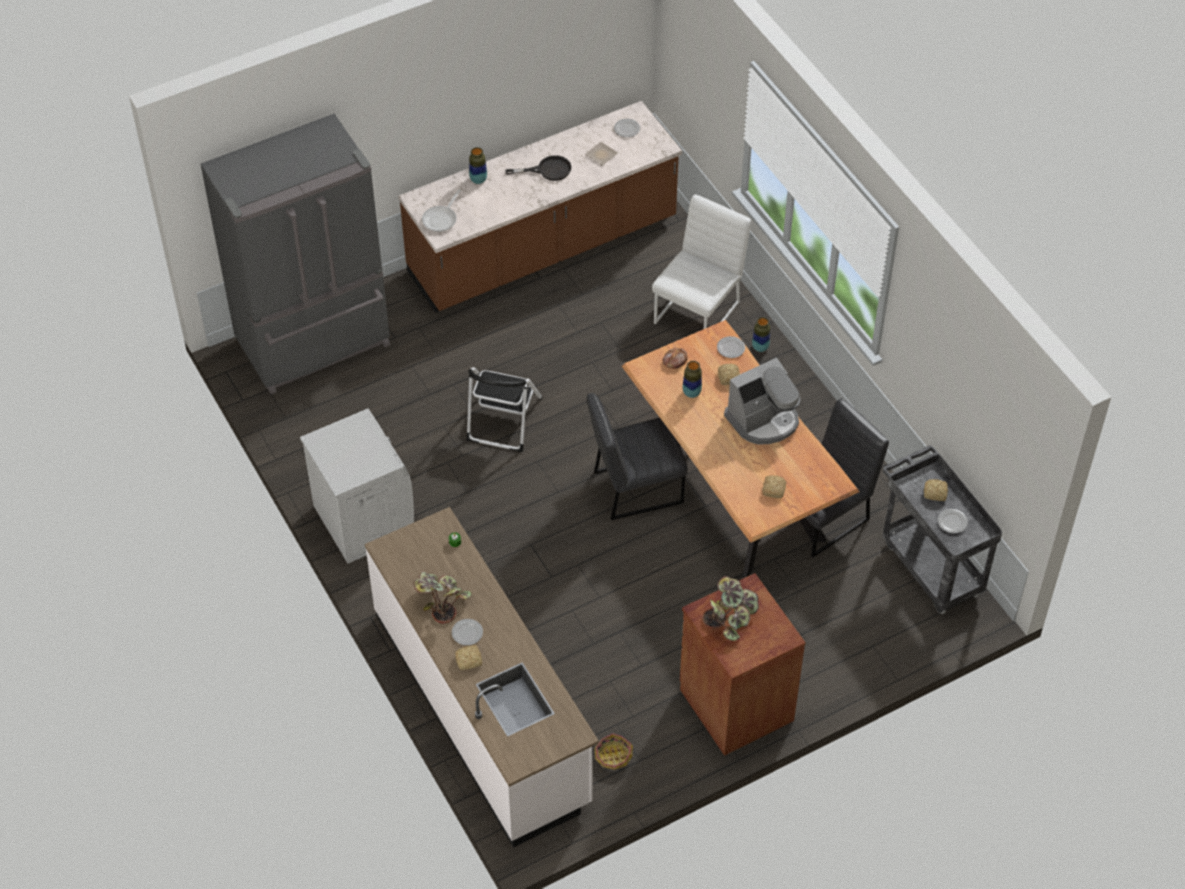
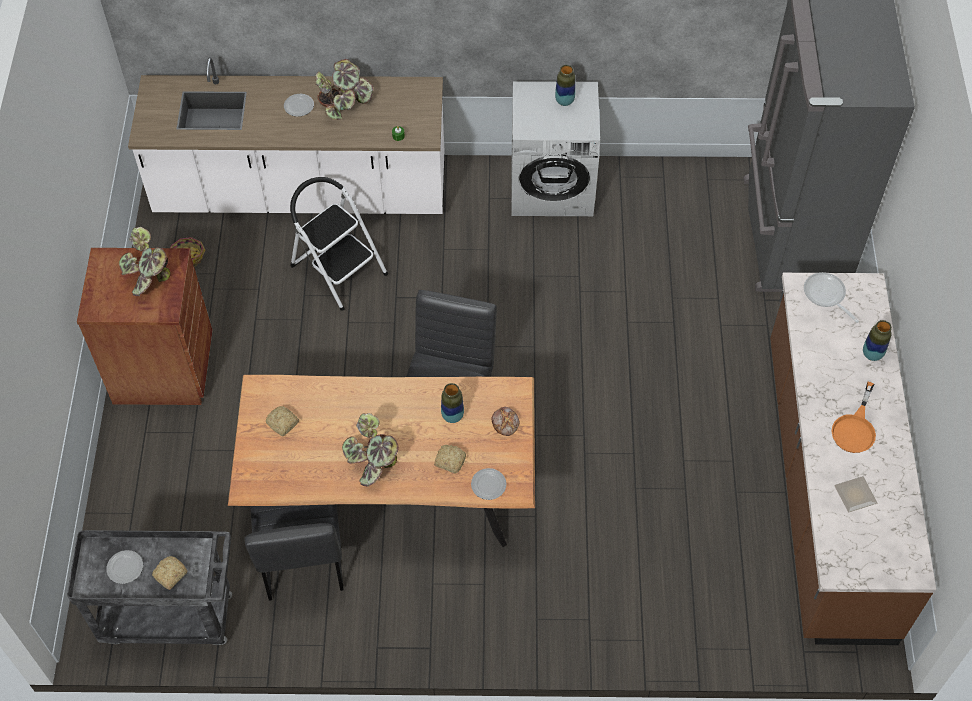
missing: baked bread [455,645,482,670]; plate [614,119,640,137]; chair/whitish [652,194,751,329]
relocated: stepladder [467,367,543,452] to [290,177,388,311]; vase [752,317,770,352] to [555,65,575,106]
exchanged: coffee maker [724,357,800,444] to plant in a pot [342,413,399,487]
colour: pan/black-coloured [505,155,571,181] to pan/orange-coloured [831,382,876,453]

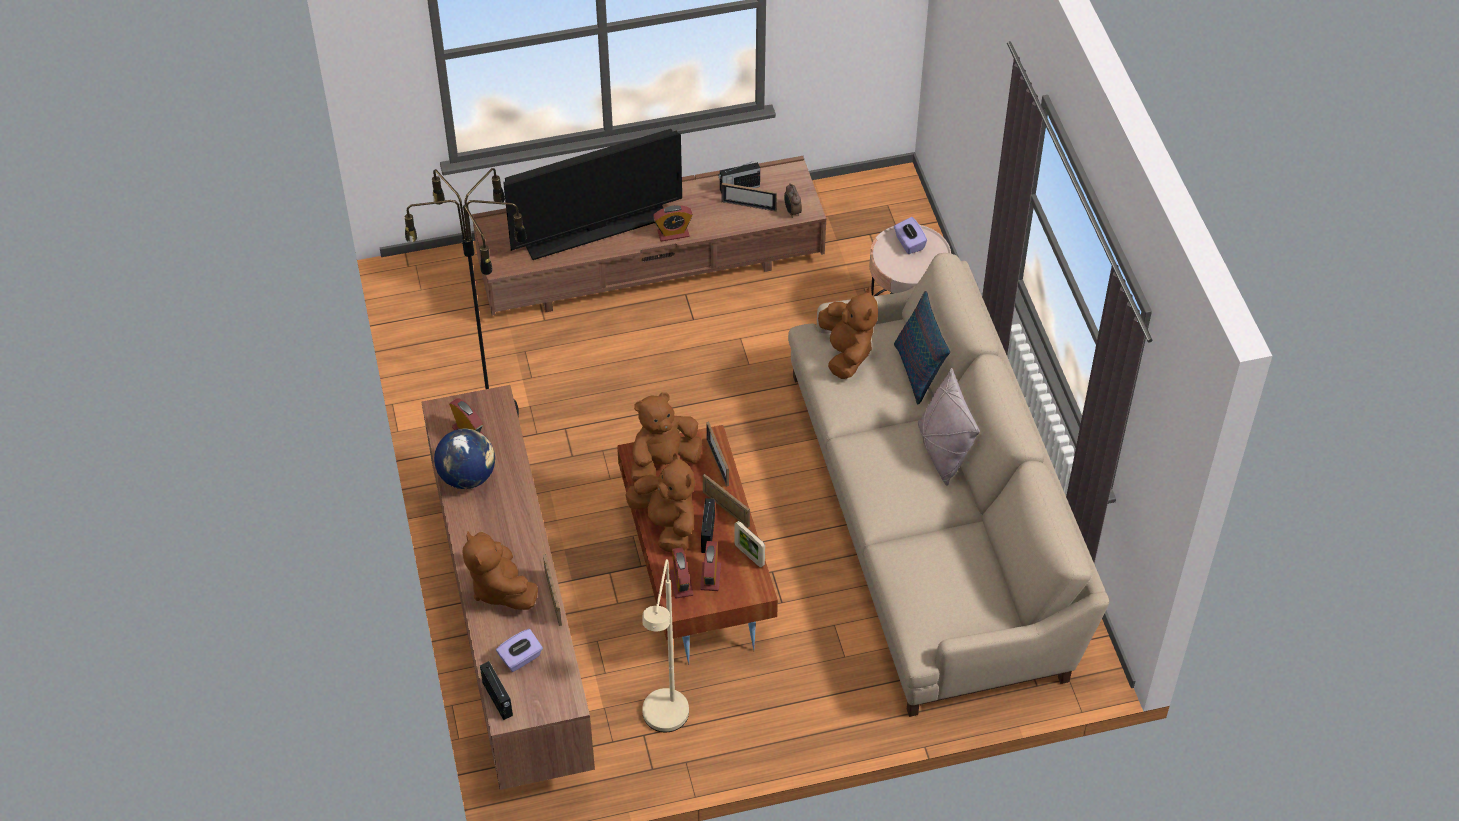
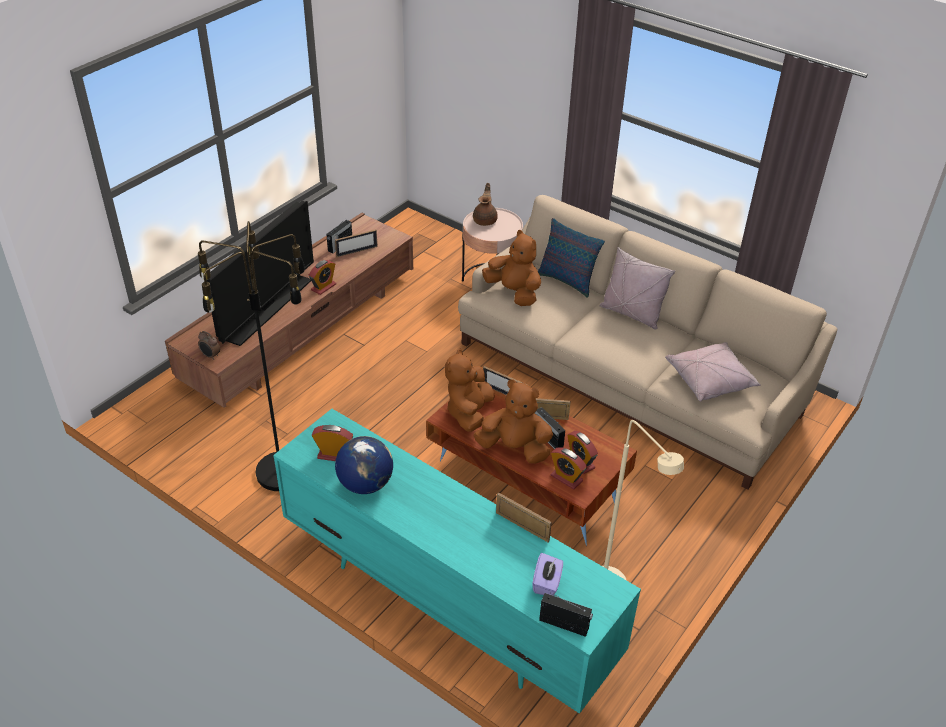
missing: cuddly toy/brown [462,531,538,610]; photo frame [734,521,765,568]
appeared: cushion/purplish [665,342,761,402]
relocated: table clock [784,183,802,218] to [198,331,220,360]
exchanged: box of tissues/purplish [894,217,927,254] to tea pot/brown [473,183,498,226]
colour: storage cabinet/brown [421,385,595,790] to storage cabinet/turquoise [273,409,641,714]

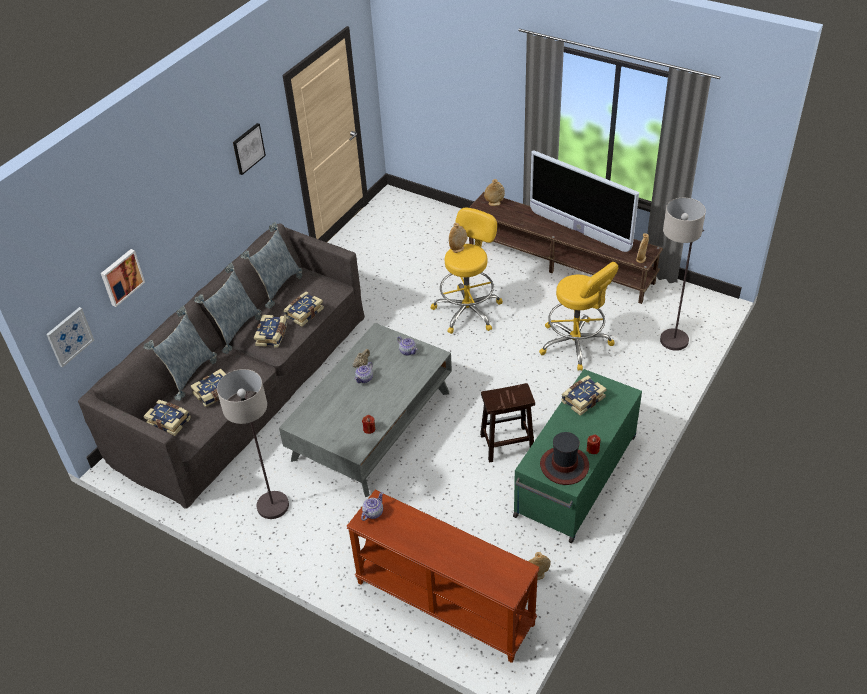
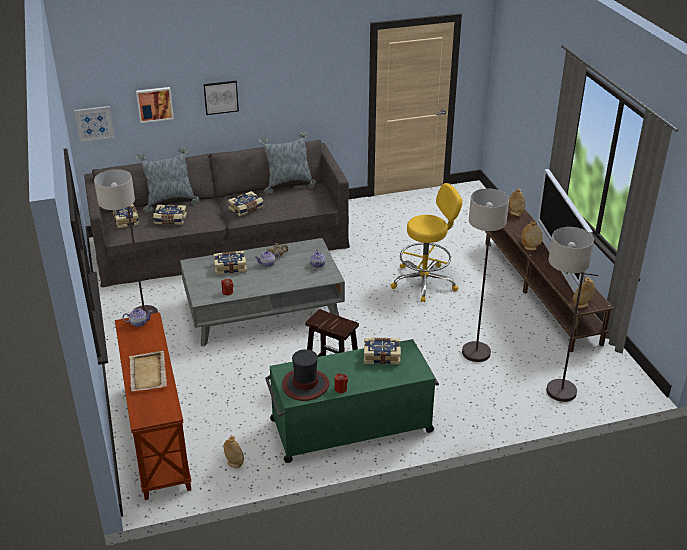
missing: cushion [194,263,262,354]
appeared: serving tray/beige-coloured [129,351,167,392]
relocated: wall picture [233,123,266,175] to [203,81,239,115]; bound book [283,292,324,326] to [214,251,247,275]; vase/beige-coloured [449,223,467,253] to [521,221,543,250]
exchanged: sitting stool/yellow [539,262,619,371] to standing lamp/gray [462,188,509,362]

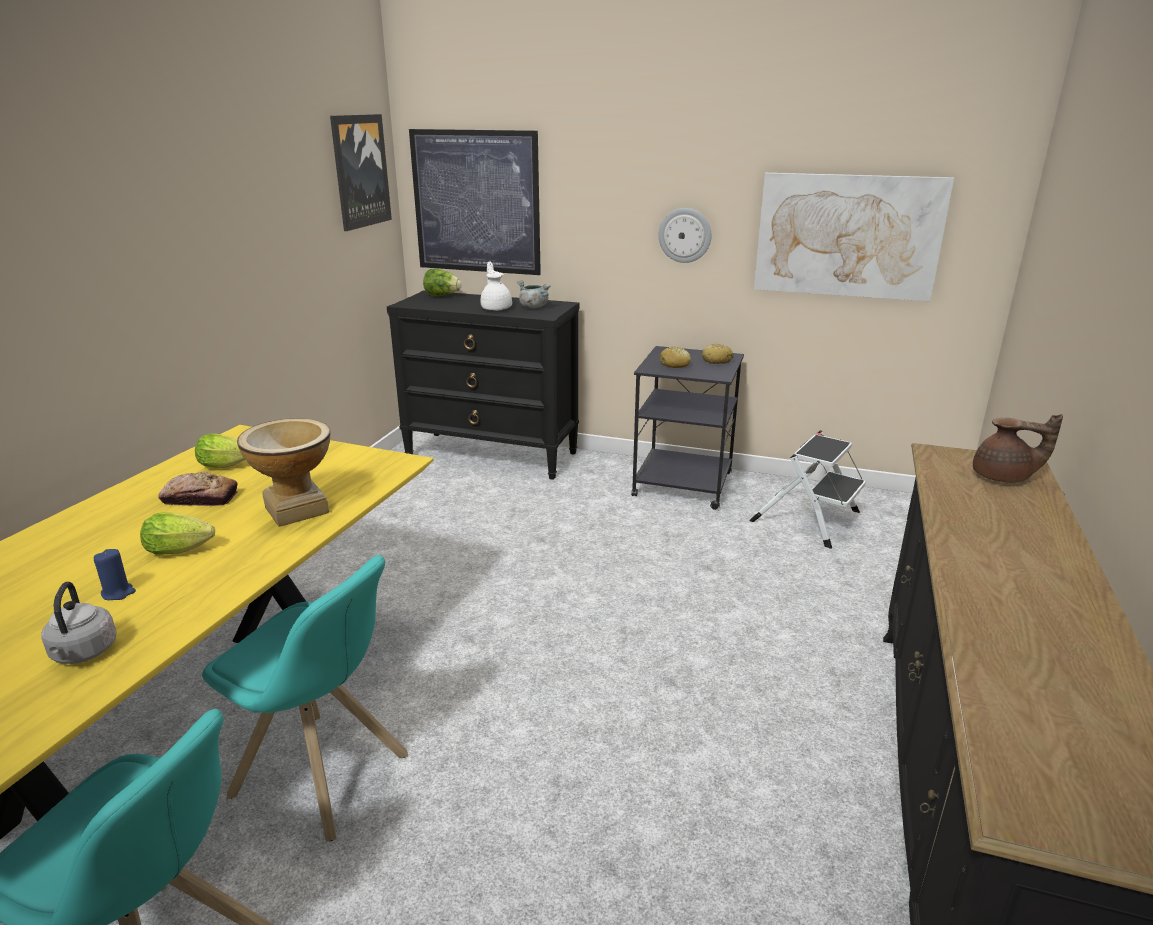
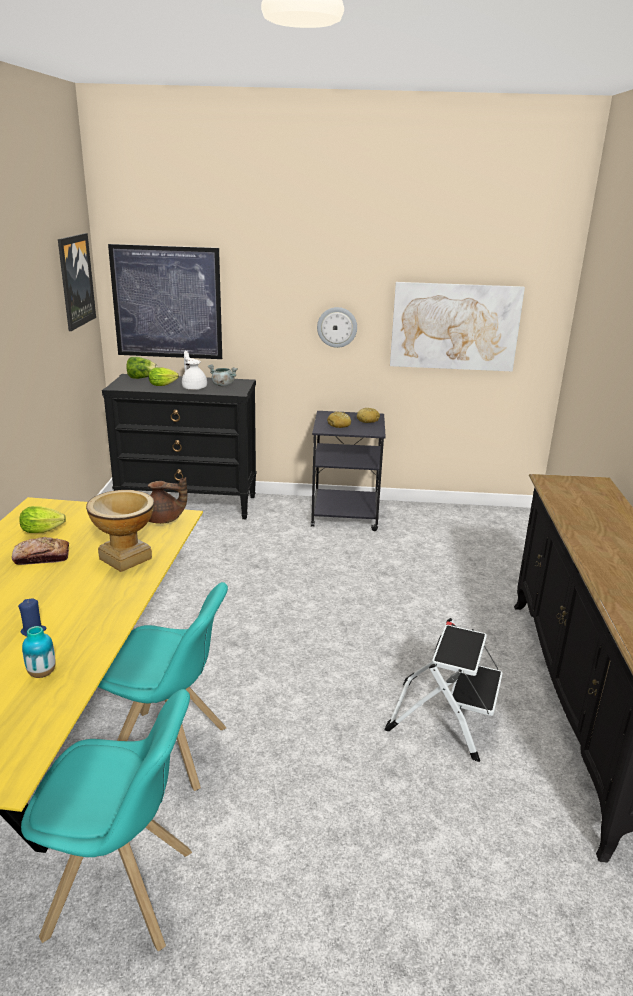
relocated: lettuce head [140,512,215,554] to [148,367,179,386]; tea pot/brown [973,414,1063,483] to [148,477,187,524]; stepladder [749,430,866,549] to [385,618,502,762]
exchanged: water kettle/gray [41,582,116,664] to vase [22,626,56,678]

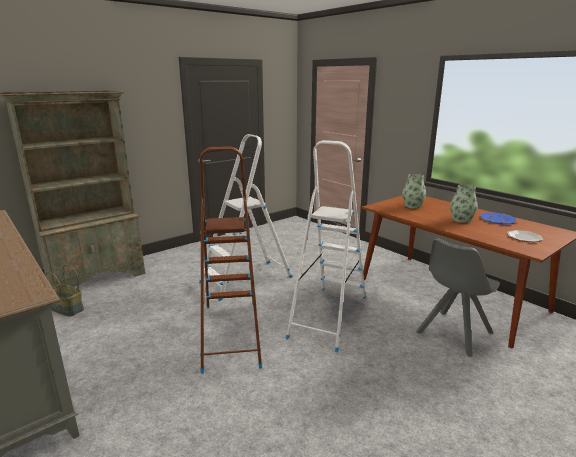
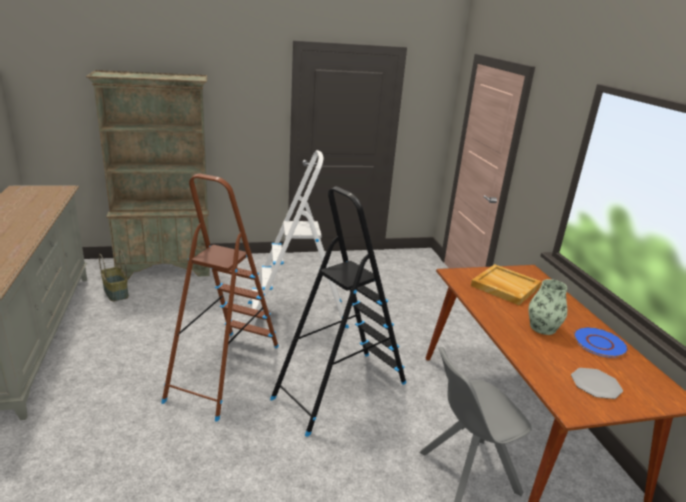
exchanged: vase [402,174,426,209] to serving tray/beige-coloured [471,264,541,305]
colour: stepladder/whitish [286,140,366,352] to stepladder/black-coloured [270,187,406,437]

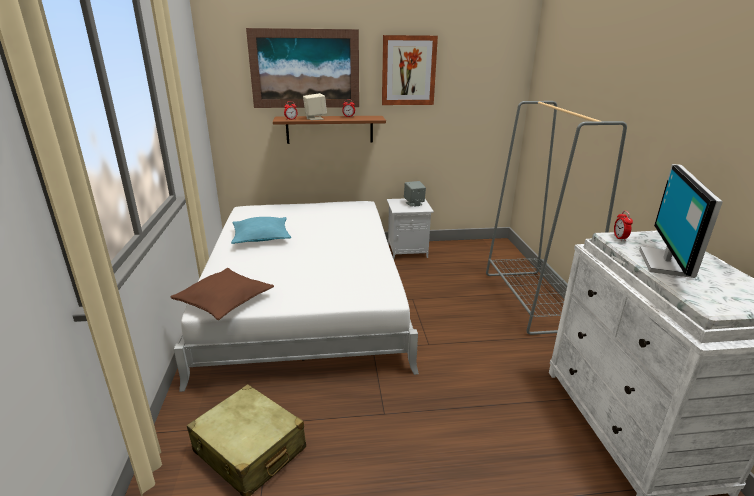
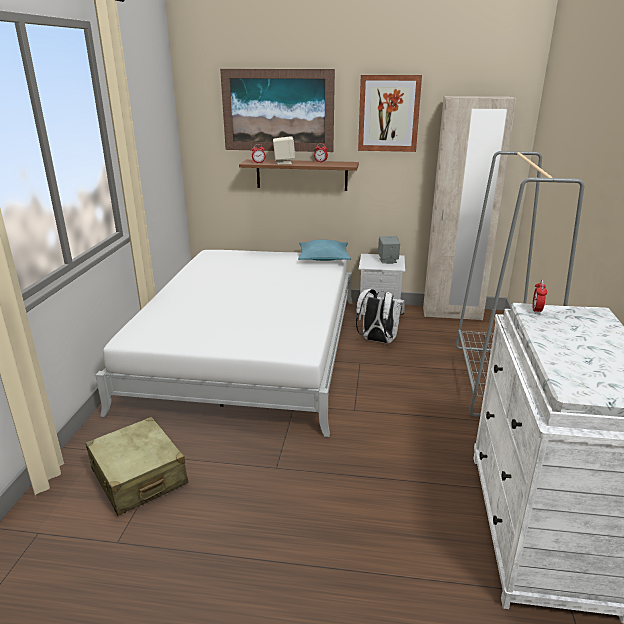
missing: cushion/brown [170,268,274,320]; monitor [639,164,723,278]
appeared: rucksack/whitish [356,289,405,343]; clothes cupboard/beige-coloured [423,96,516,320]
relocated: cushion/turquoise [231,217,291,244] to [298,239,351,261]

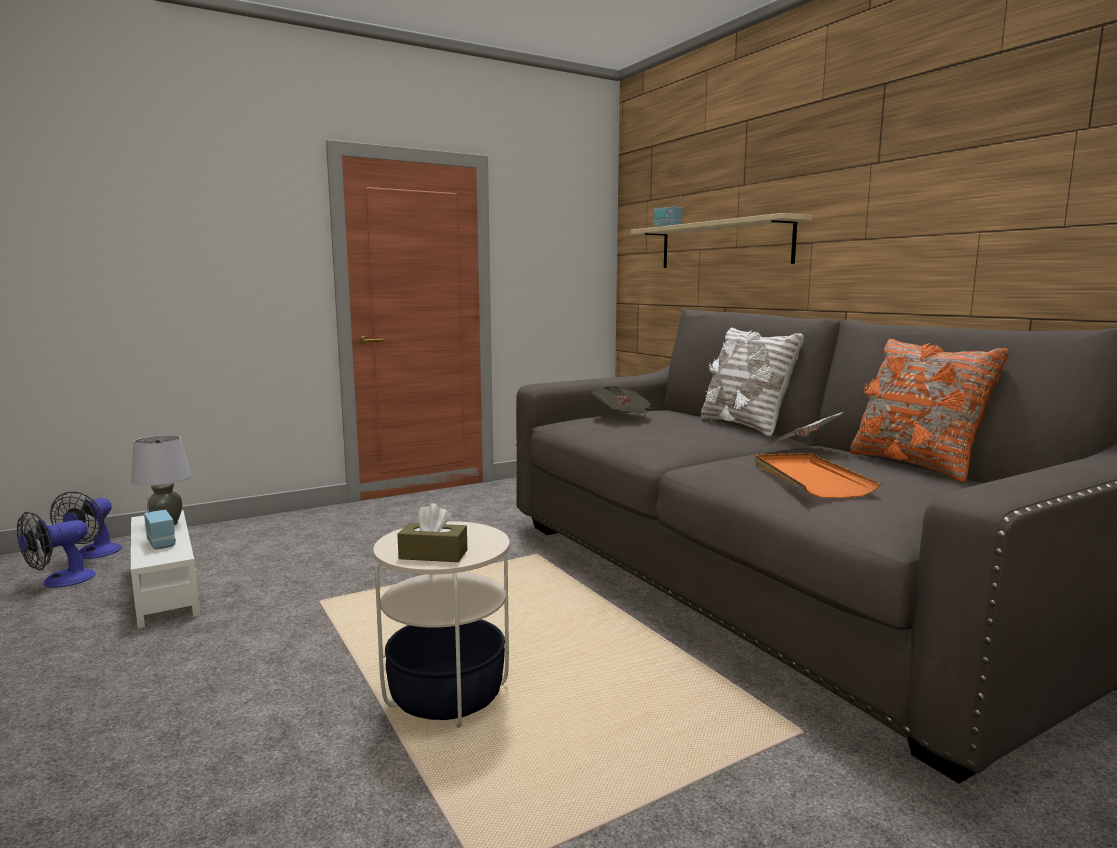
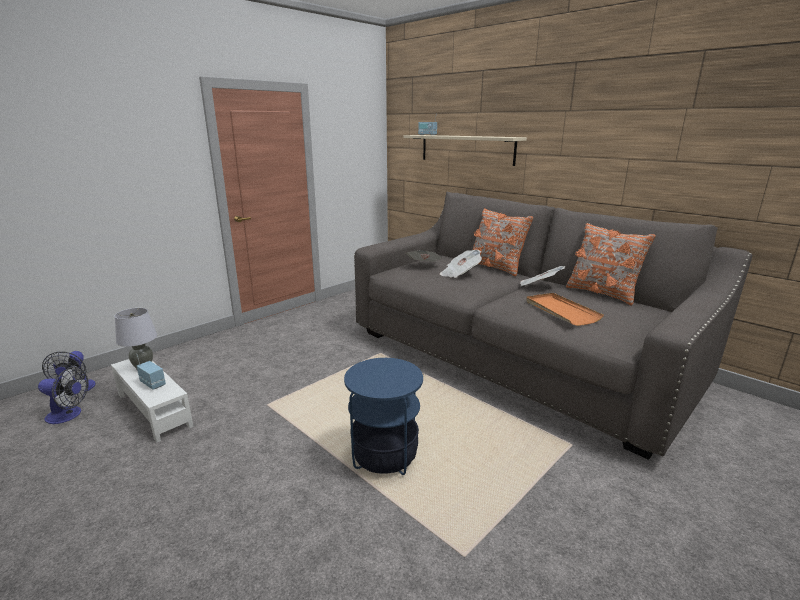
missing: box of tissues/brown [397,503,467,562]
appeared: daily paper [440,250,482,278]
colour: accent table/beige-coloured [373,521,510,728] to accent table/blue-coloured [344,358,423,475]; cushion/whitish [701,328,804,437] to cushion/orange-coloured [473,208,533,276]
spun: cooling fan [17,512,96,588] = [38,367,89,424] 105 degrees counterclockwise

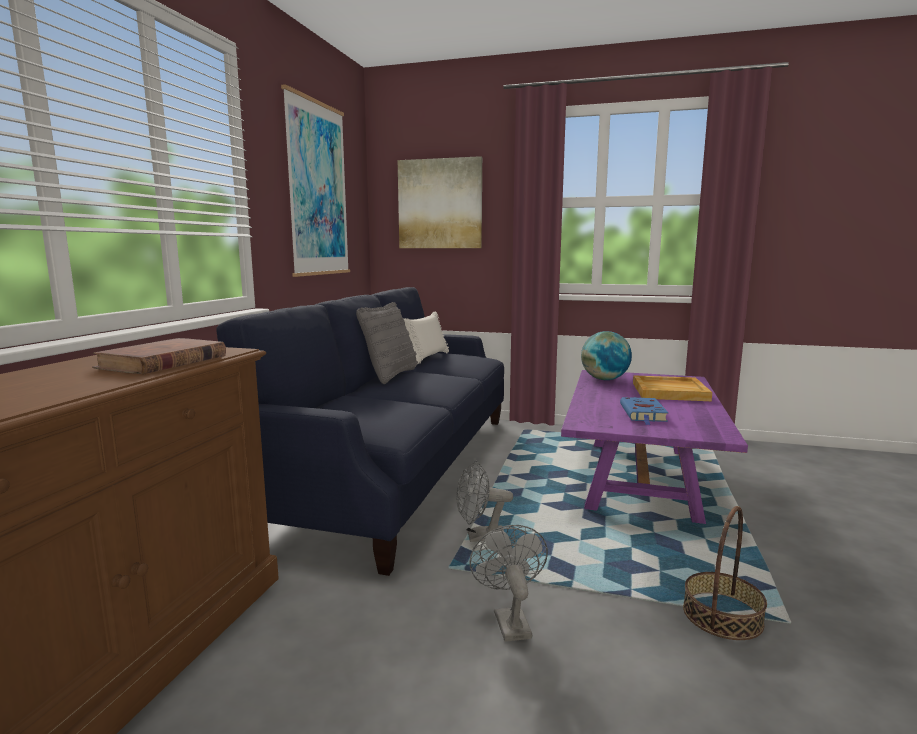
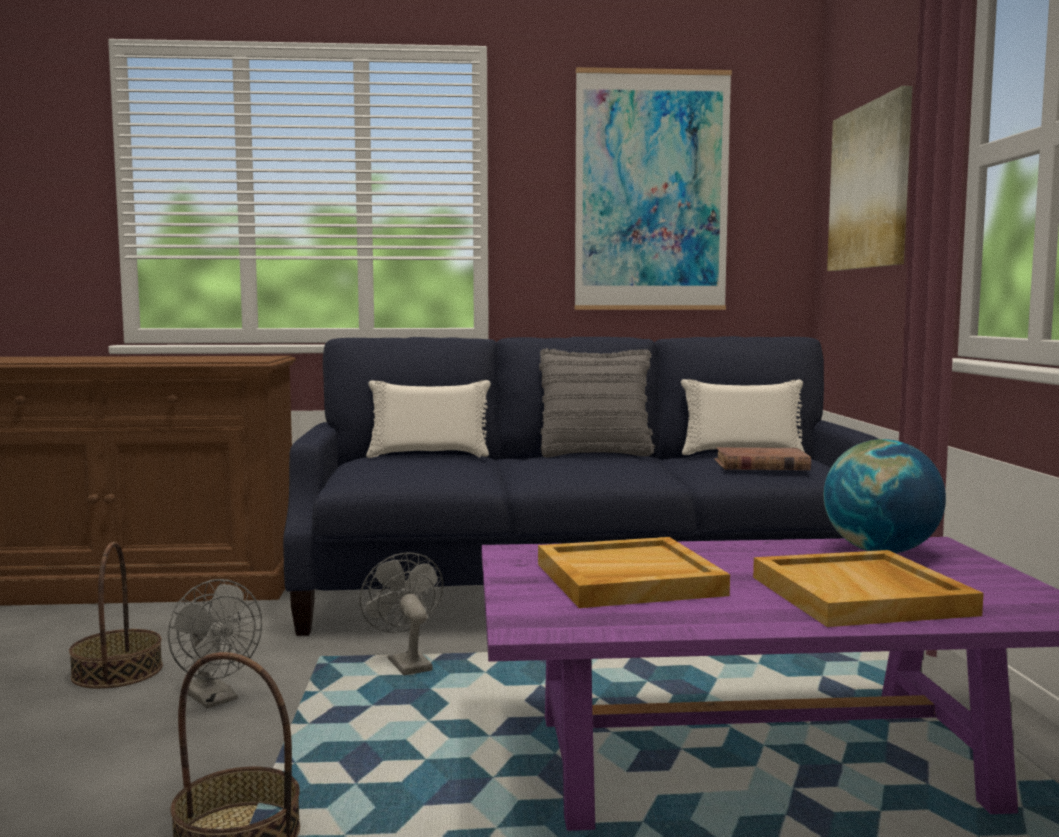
appeared: storage basket [69,542,163,689]; cushion/whitish [366,380,490,458]
relocated: bound book/brown [92,338,226,374] to [714,447,811,470]
exchanged: bound book/blue-coloured [620,397,668,425] to serving tray/beige-coloured [538,537,730,608]
spun: cooling fan/gray [469,525,548,642] = [168,579,262,708] 75 degrees clockwise

